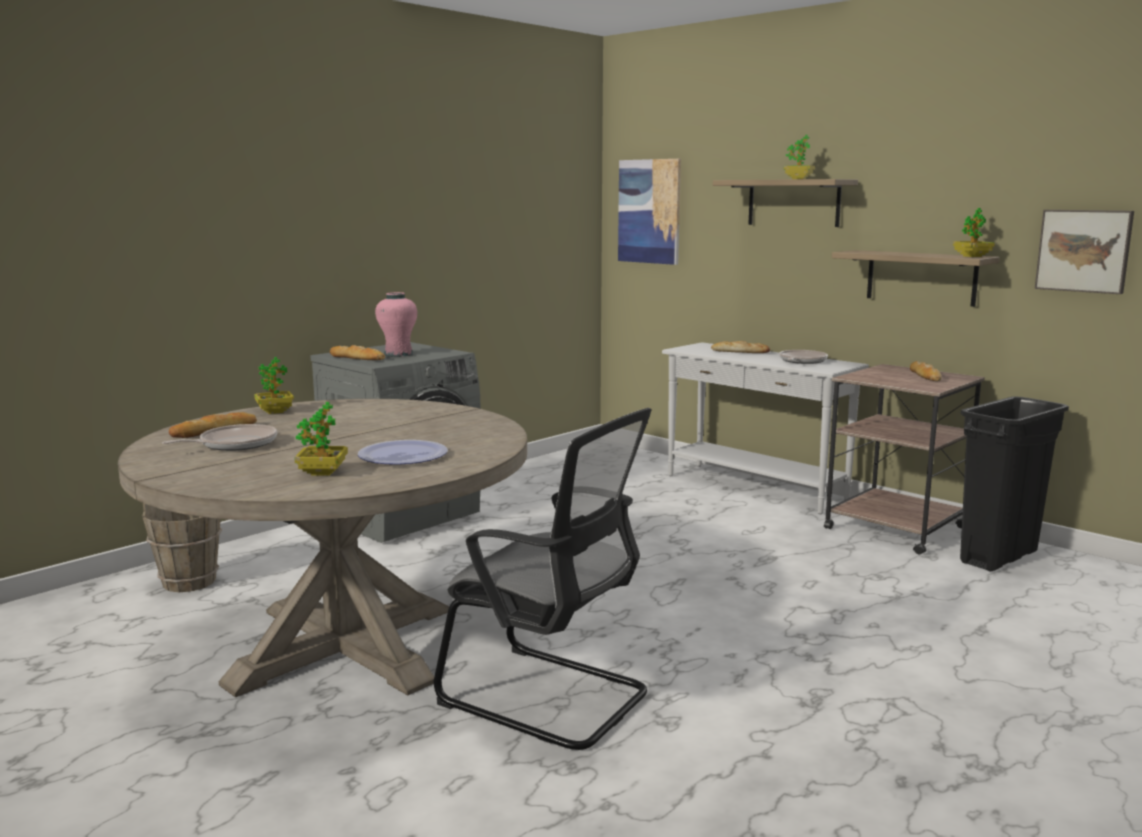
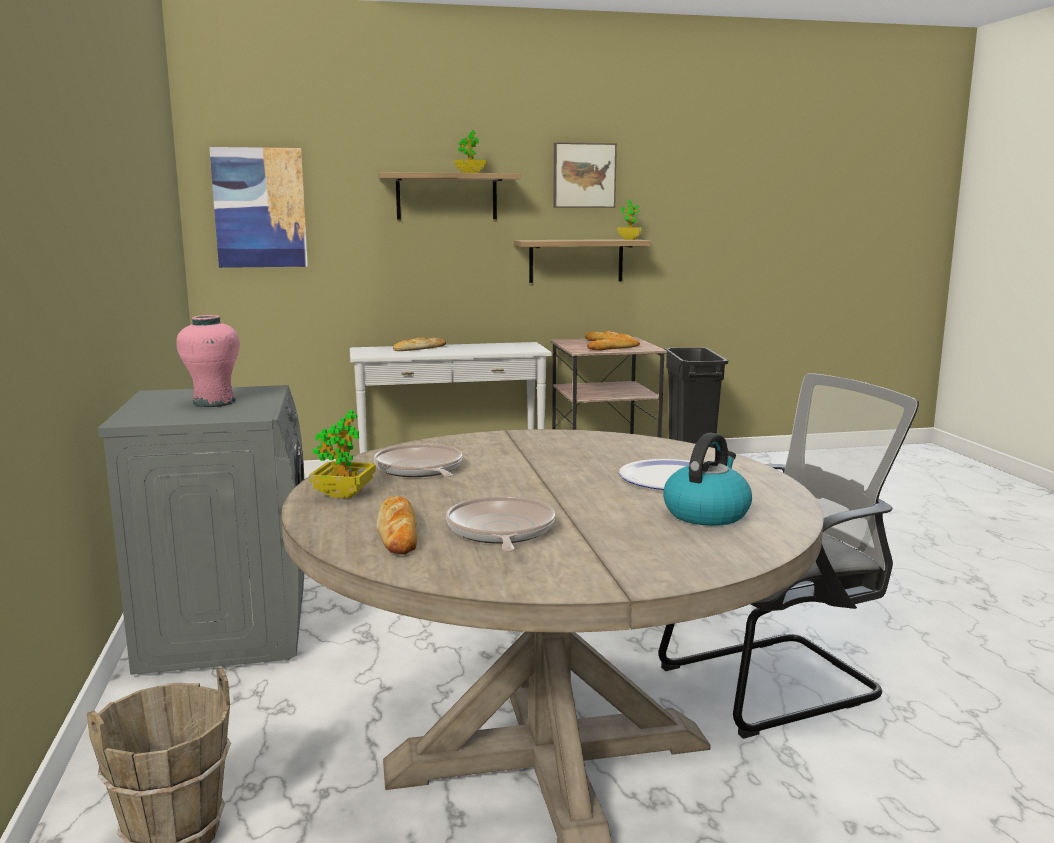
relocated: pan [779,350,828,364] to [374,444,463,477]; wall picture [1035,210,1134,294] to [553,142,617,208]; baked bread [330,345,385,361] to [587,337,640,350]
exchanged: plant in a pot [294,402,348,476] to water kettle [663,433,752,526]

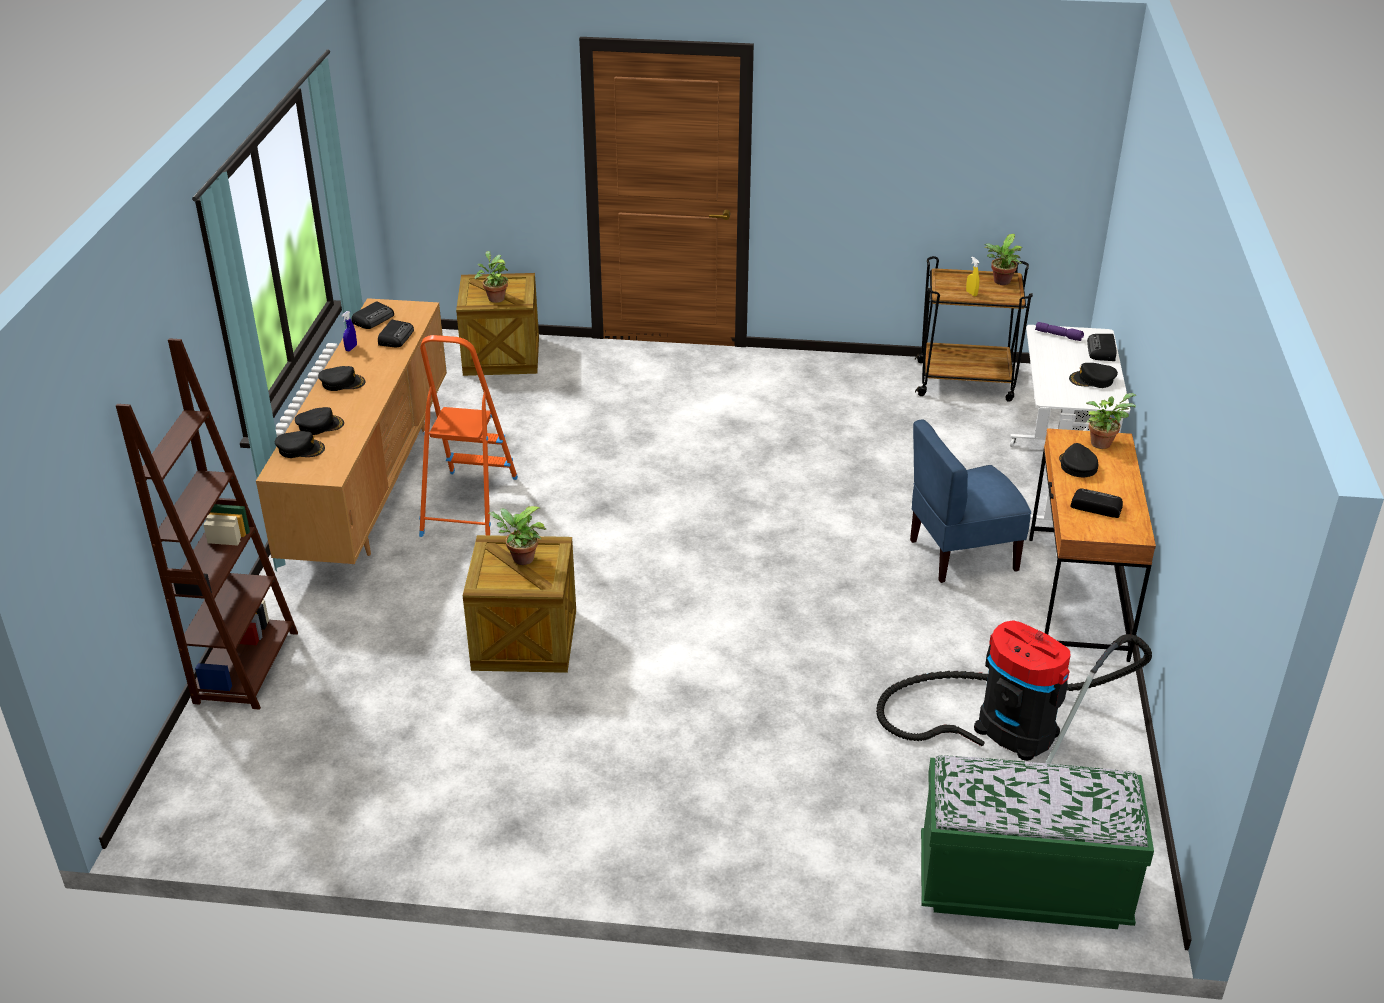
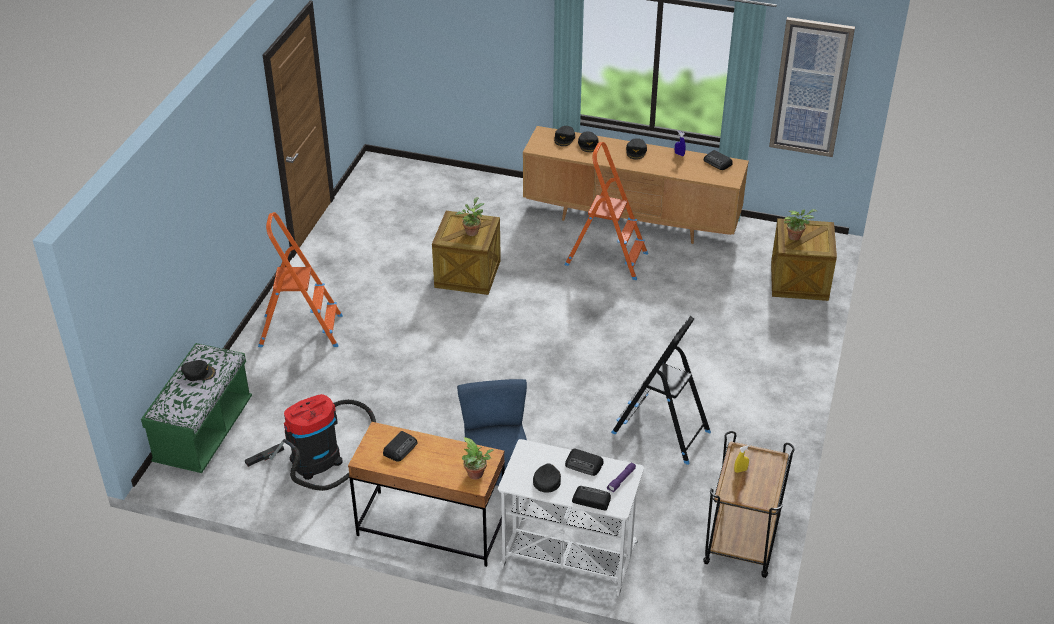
missing: shelving unit/brown [116,338,298,710]; plant in a pot [984,234,1022,285]
appeared: stepladder/orange-coloured [258,212,343,347]; stepladder/black-coloured [611,316,711,465]; wall picture [769,17,855,157]
relocated: peaked cap/black-coloured [1059,443,1098,477] to [181,360,216,381]; radio [378,320,414,347] to [565,449,604,476]

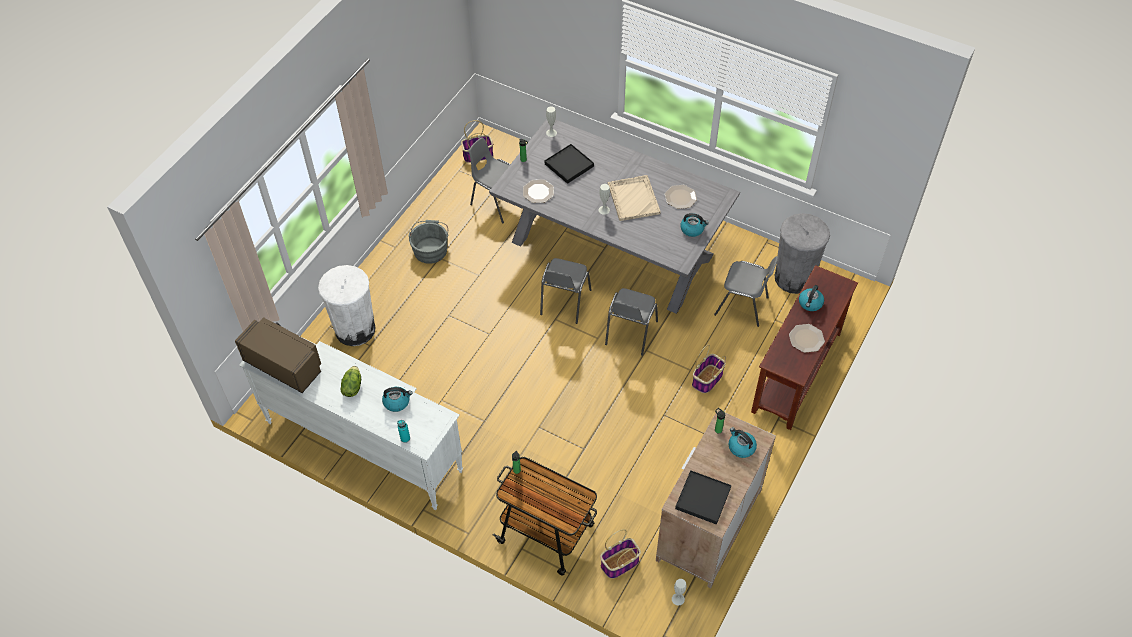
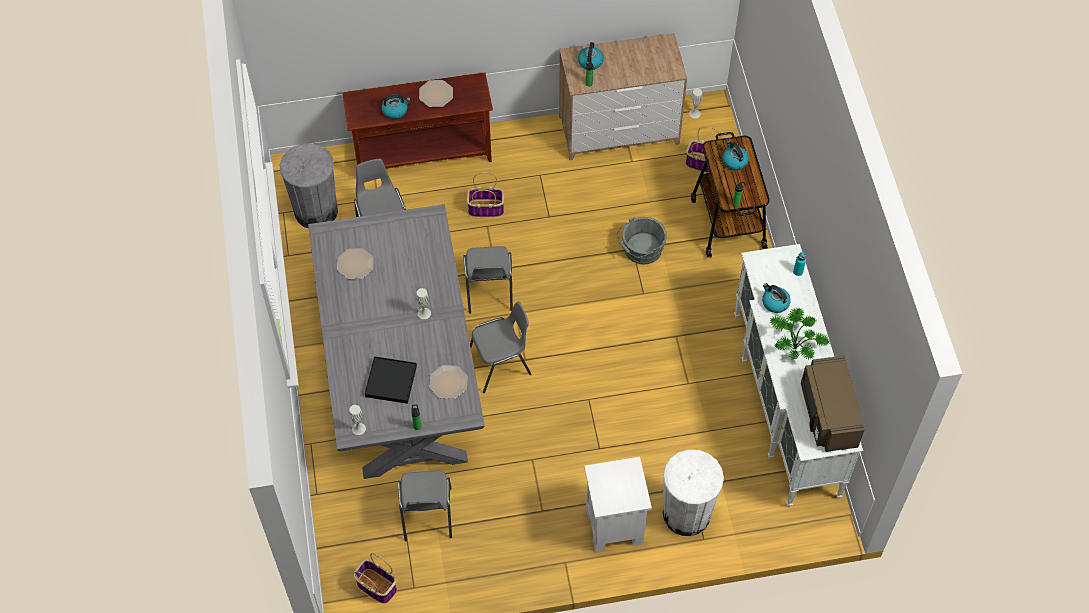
missing: serving tray/beige-coloured [608,175,661,221]; serving tray/black-coloured [675,470,731,525]
appeared: nightstand/whitish [584,457,652,552]
relocated: pail/gray [409,220,449,264] to [617,216,667,264]; water kettle [680,213,709,237] to [722,140,749,170]
exchanged: lettuce head [340,366,361,397] to plant in a pot [770,307,830,360]
spun: chair/gray [605,288,658,356] = [463,246,513,314] 105 degrees clockwise

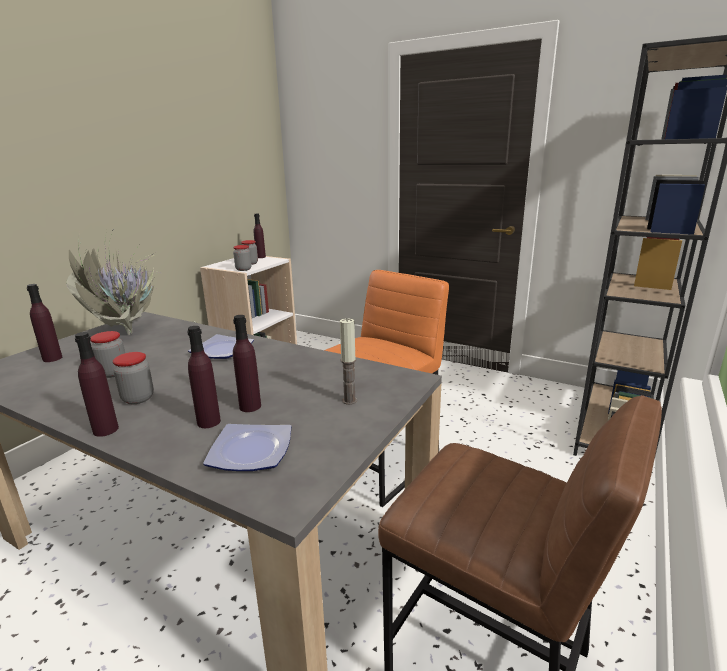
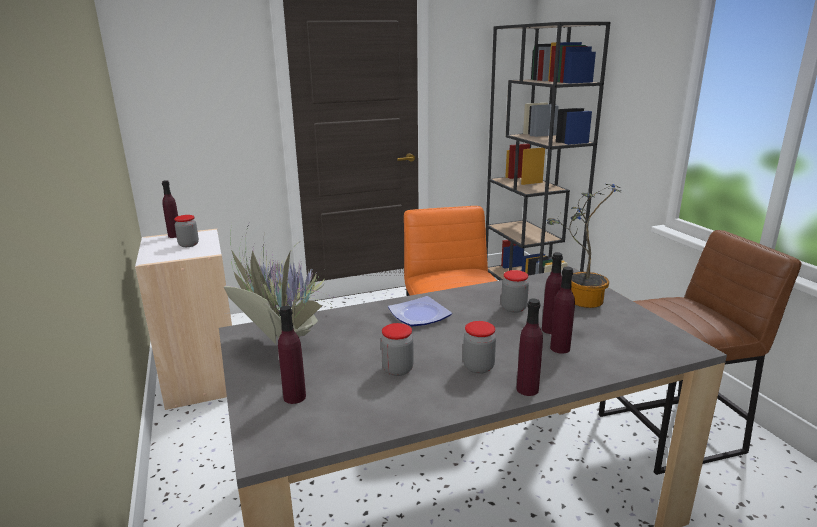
missing: plate [203,424,291,471]
relocated: preserve jar [233,245,252,271] to [501,270,529,313]
exchanged: wax candle [340,318,357,405] to plant in a pot [547,184,621,308]

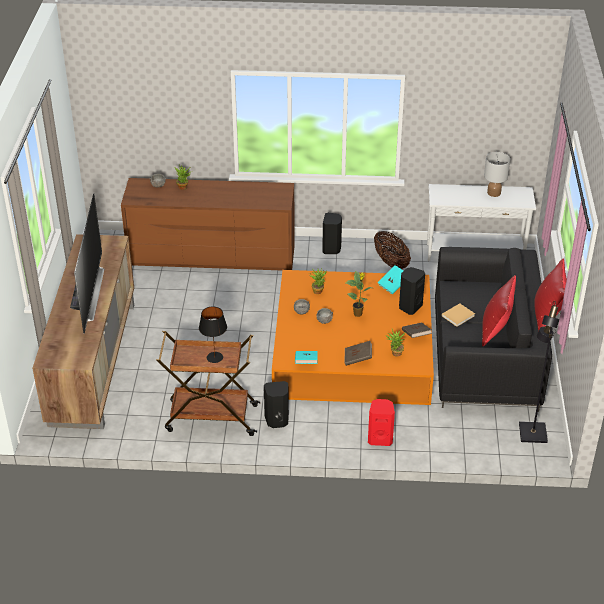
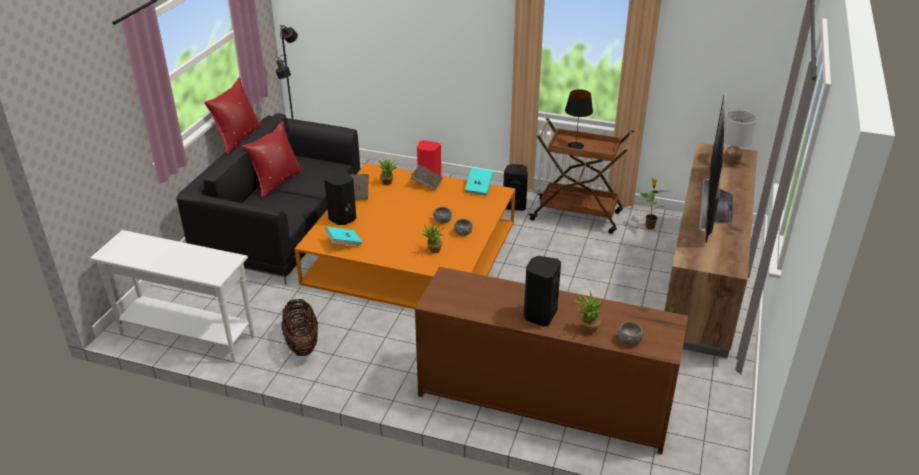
missing: bound book/beige-coloured [442,303,475,327]
relocated: loudspeaker/black-coloured [322,212,342,254] to [524,256,561,327]; plant in a pot [345,271,372,317] to [640,178,671,230]; table lamp/gray [484,152,510,197] to [724,110,757,166]

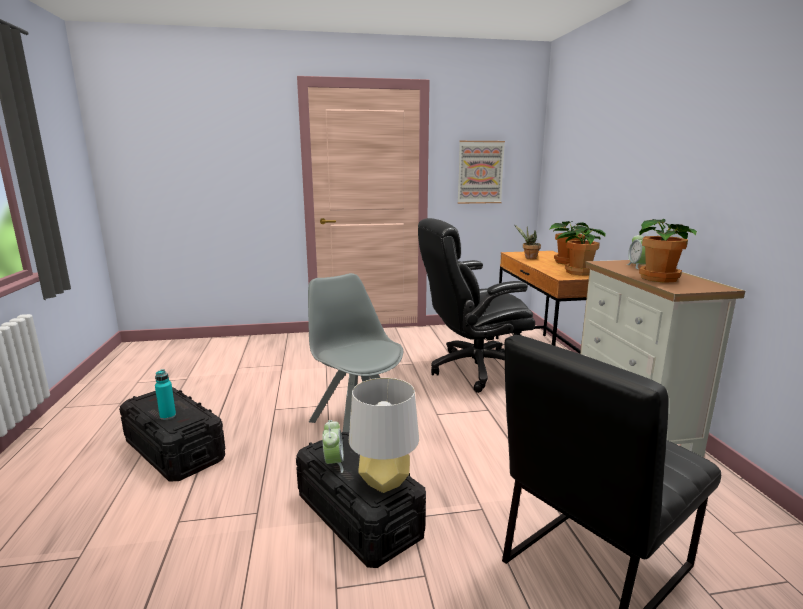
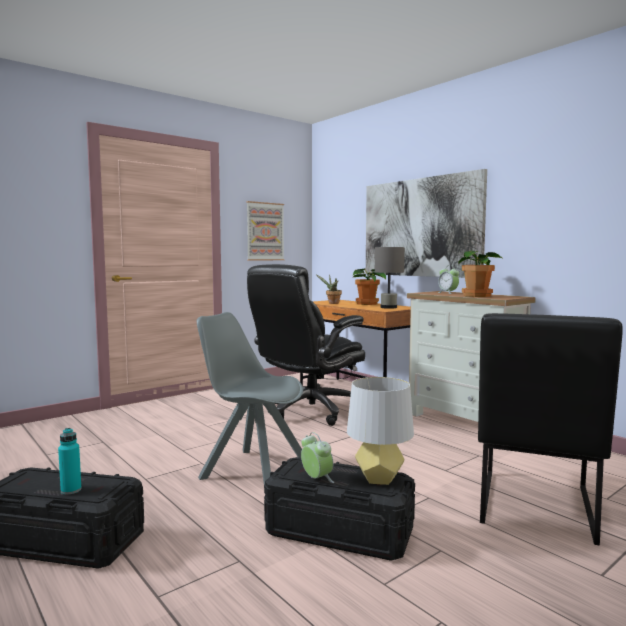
appeared: wall picture [366,169,487,278]
exchanged: plant in a pot [555,228,606,276] to table lamp/gray [375,247,405,309]

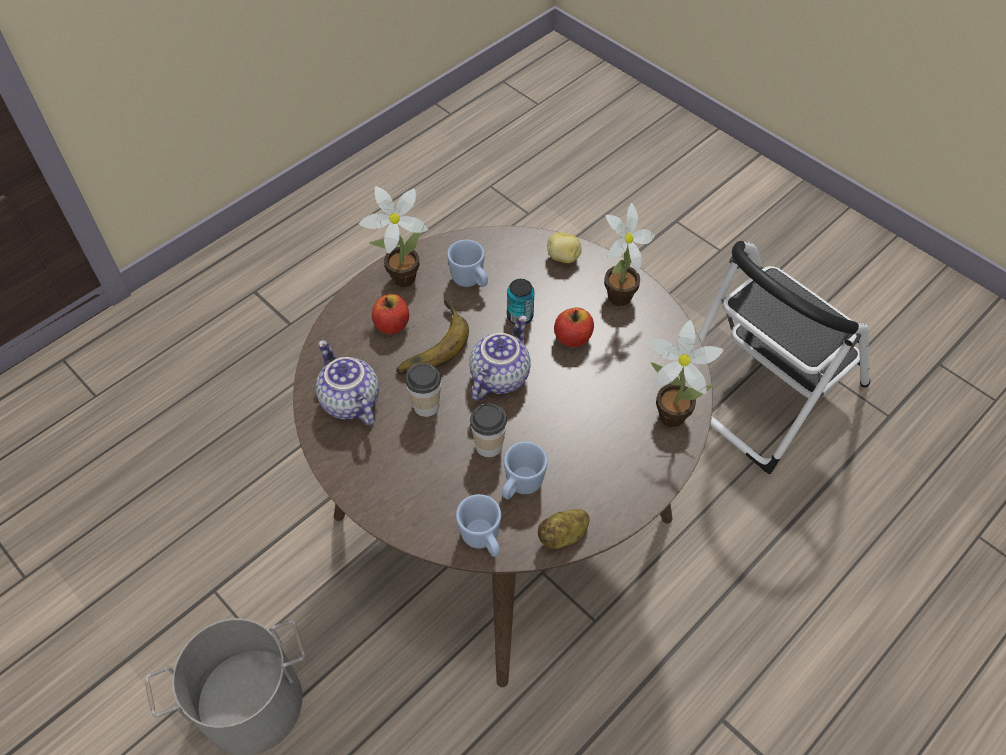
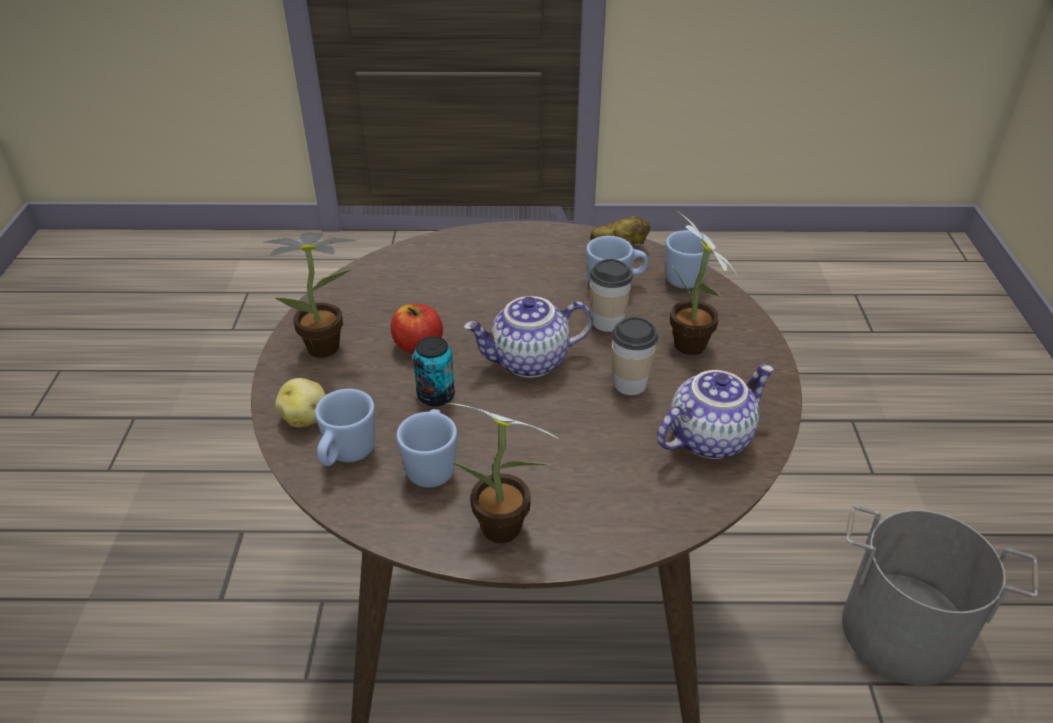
missing: apple [372,294,409,334]; whole banana [396,300,469,375]; stepladder [698,241,870,474]
appeared: mug/blue-coloured [315,389,375,466]
relocated: plant in a pot [650,320,724,427] to [670,210,741,355]
spun: tea pot [316,340,379,426] = [657,364,774,459] 135 degrees counterclockwise

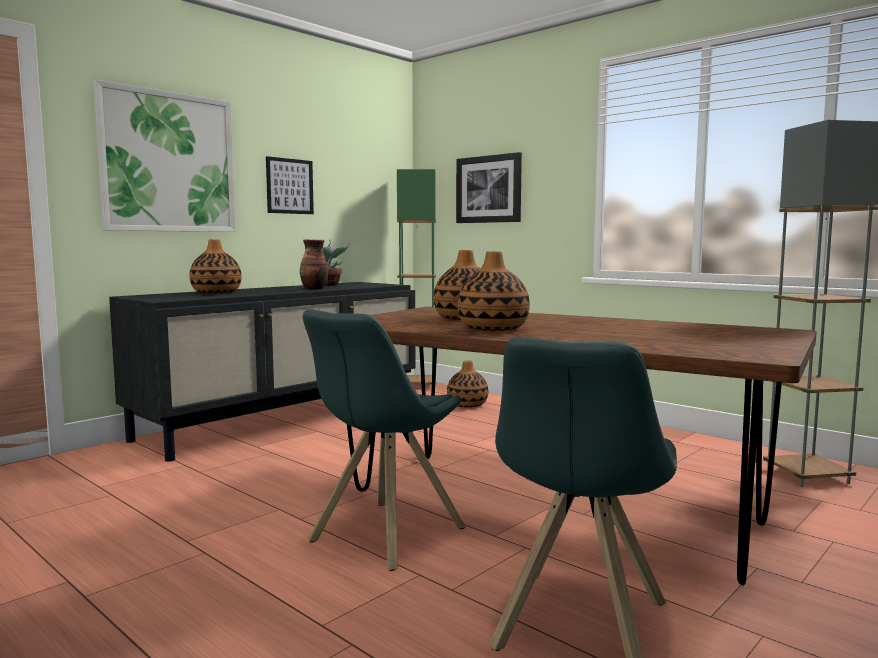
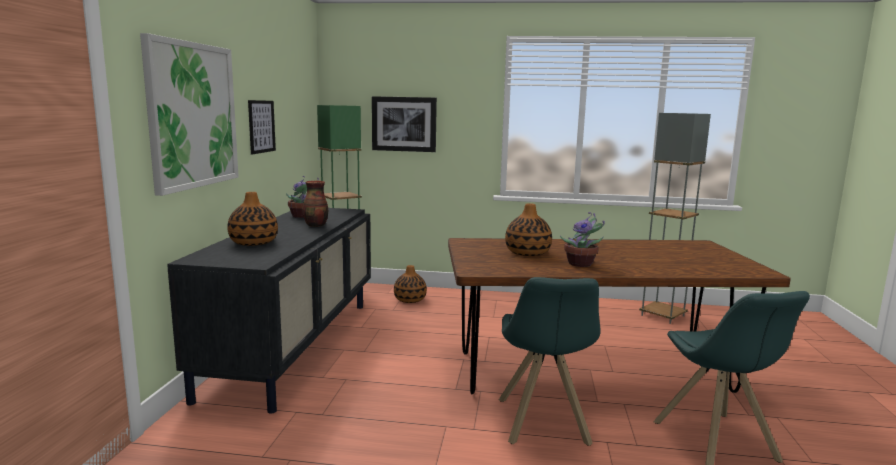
exchanged: vase [457,251,530,331] to plant in a pot [560,212,605,267]

